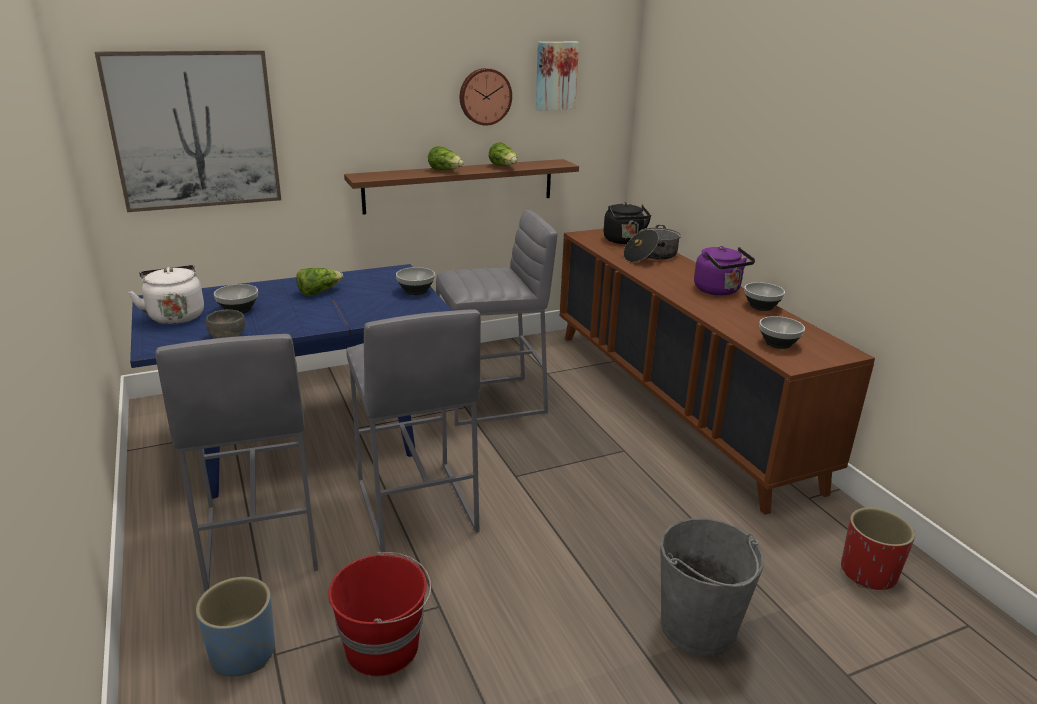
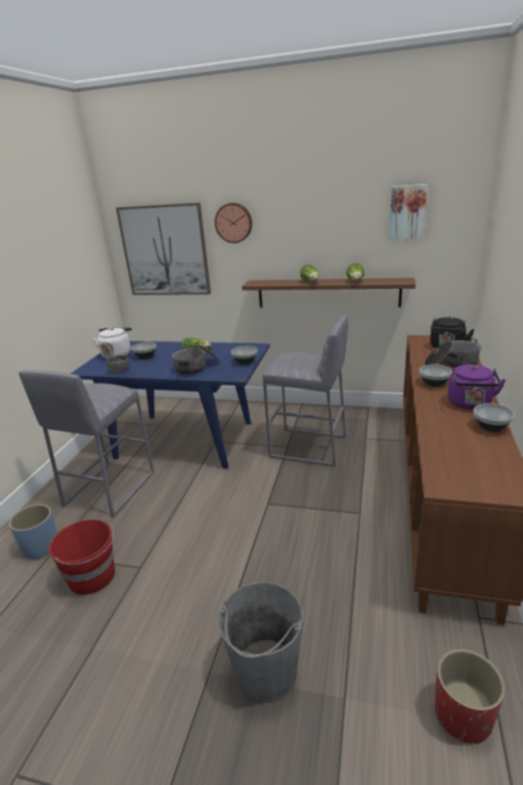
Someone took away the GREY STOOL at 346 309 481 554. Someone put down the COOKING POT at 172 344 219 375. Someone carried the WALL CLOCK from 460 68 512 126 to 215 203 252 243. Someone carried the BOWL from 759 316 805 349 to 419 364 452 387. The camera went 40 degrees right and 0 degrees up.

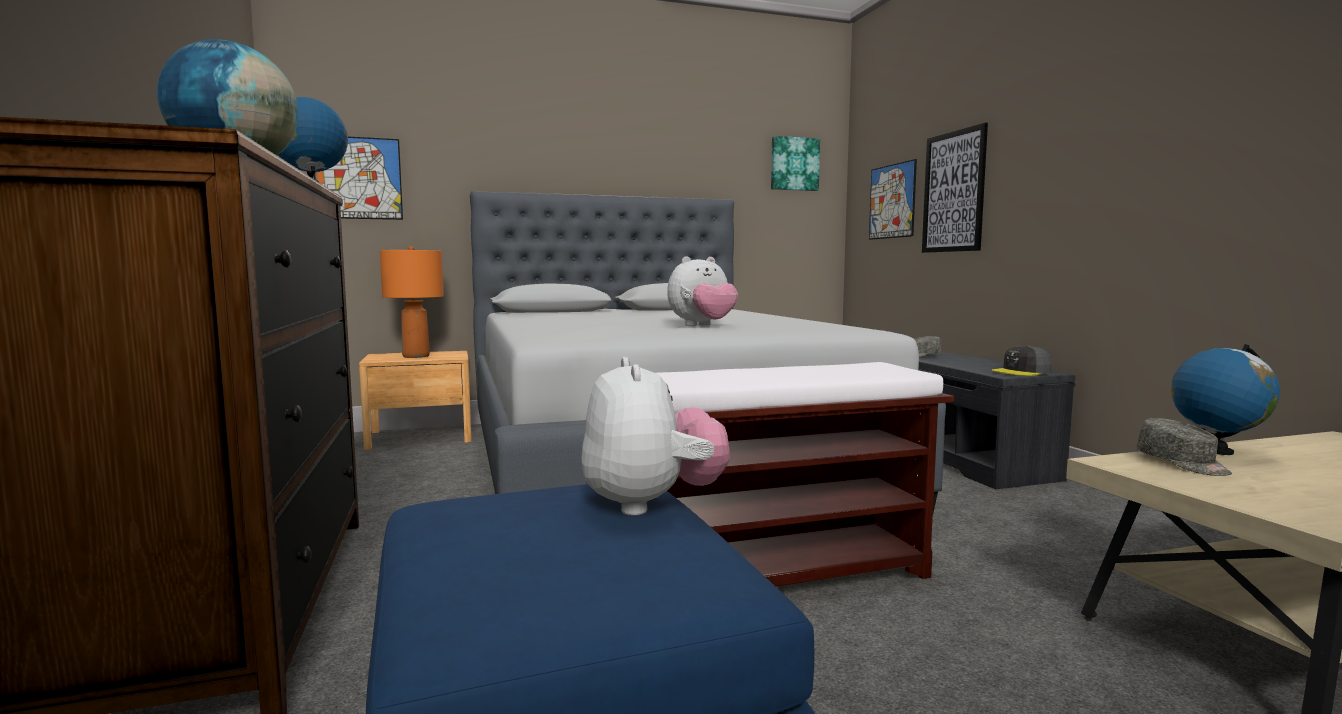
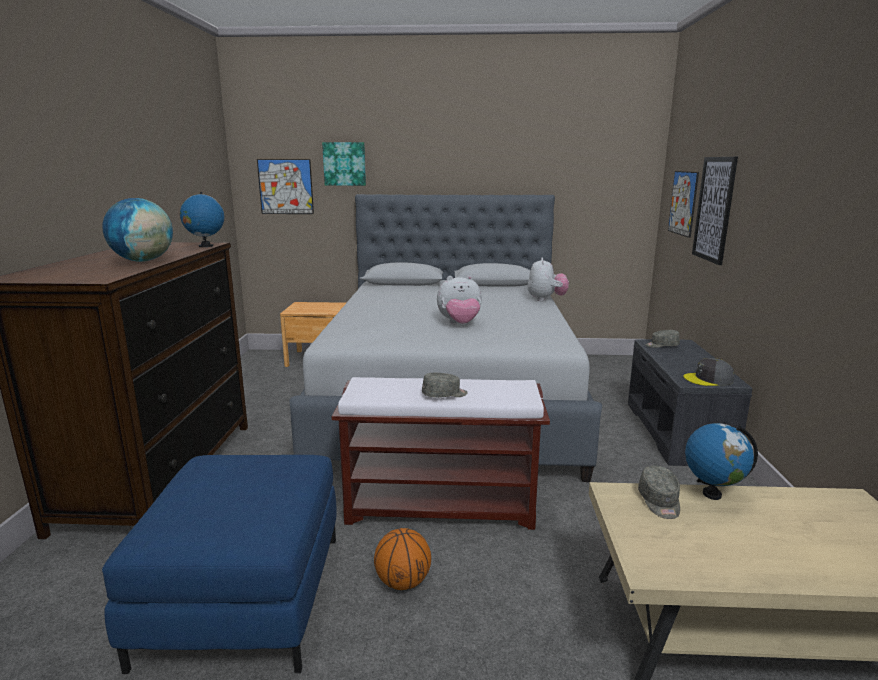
Someone took away the ORANGE TABLE LAMP at 380 246 444 358. Someone put down the BASKETBALL at 374 528 431 590. Someone put down the GREY CAP at 422 373 468 398. Someone carried the PLUSH TOY from 581 357 730 516 to 528 258 569 301. Someone carried the PICTURE from 771 136 820 191 to 322 142 366 186. The camera went 20 degrees right and 10 degrees up.

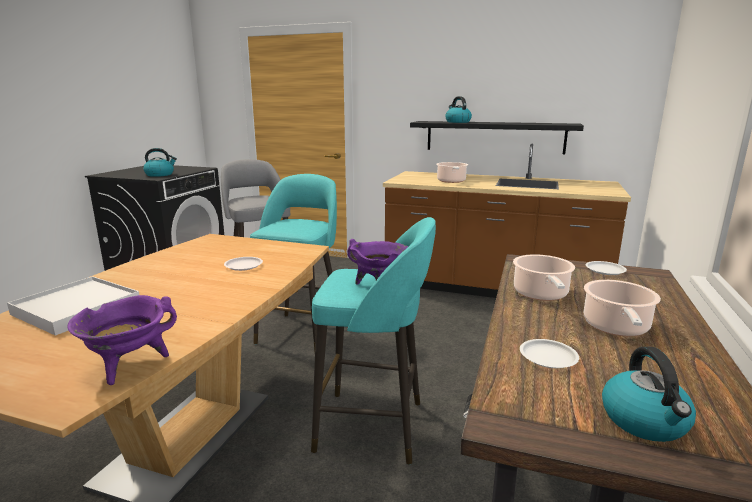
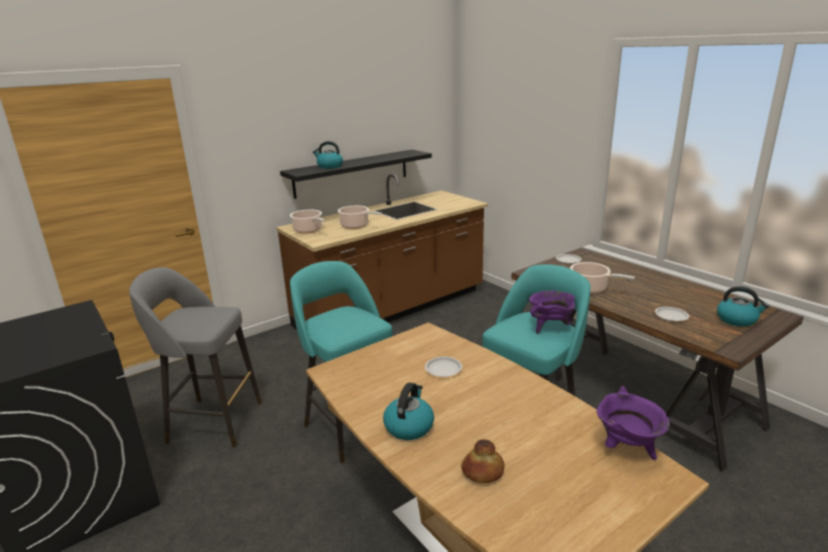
Someone carried the KETTLE from 143 148 177 177 to 383 382 434 440. Someone carried the COOKING POT from 584 280 661 336 to 290 210 325 234. Someone swapped the WHITE TRAY at 7 276 139 336 for the BREAD at 461 439 504 484. The camera went 55 degrees left and 5 degrees up.

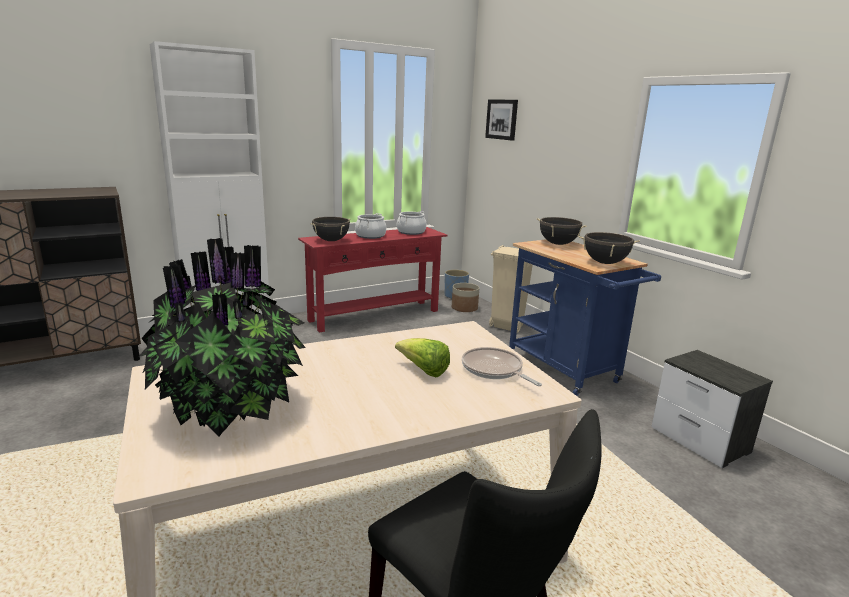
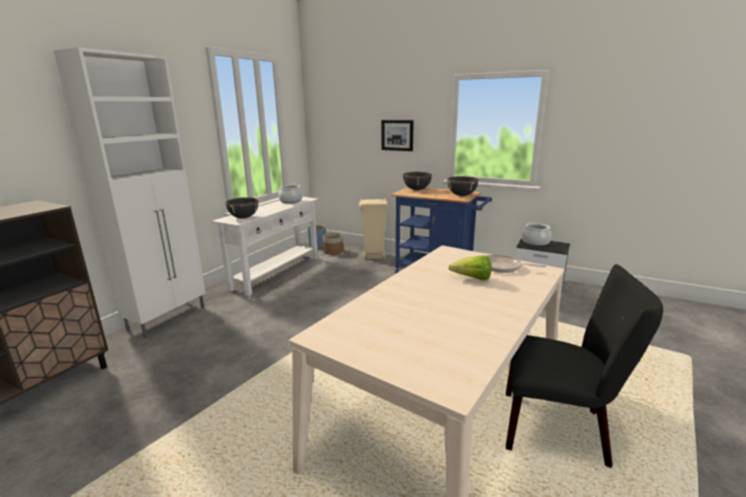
Someone took away the POTTED PLANT at 138 238 306 436. Someone carried the COOKING POT from 355 213 386 239 to 522 222 551 246. Someone carried the PICTURE from 485 99 518 141 to 381 120 414 151. Someone repainted the RED CONSOLE TABLE at 298 227 448 333, which became the WHITE CONSOLE TABLE at 211 197 319 296. The camera went 30 degrees left and 0 degrees up.

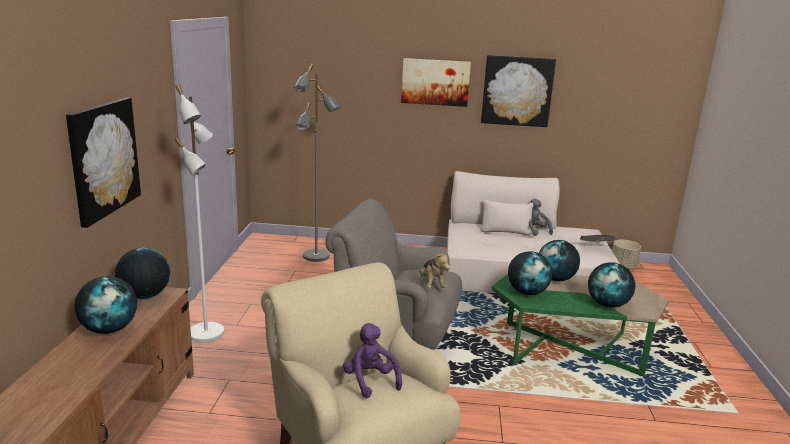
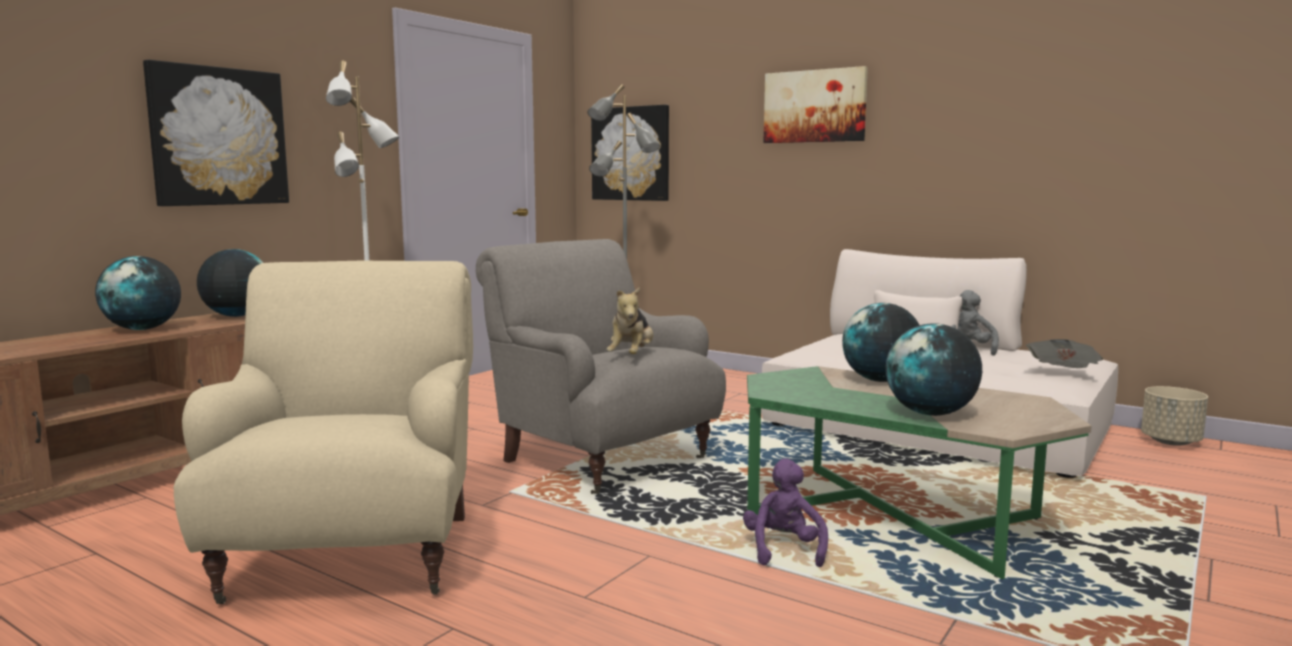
Someone took away the GLOBE at 508 251 552 295. Someone carried the PURPLE PLUSH TOY from 343 323 402 398 to 743 459 828 567. Someone carried the PICTURE from 481 55 556 127 to 591 105 669 201. The camera went 30 degrees right and 10 degrees down.

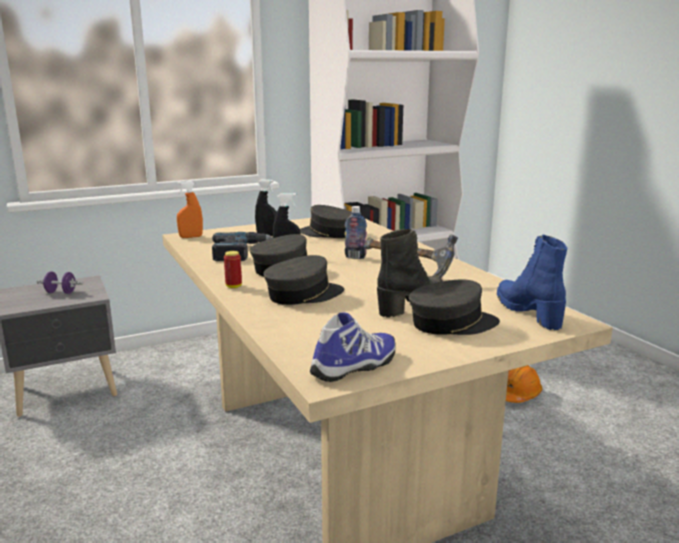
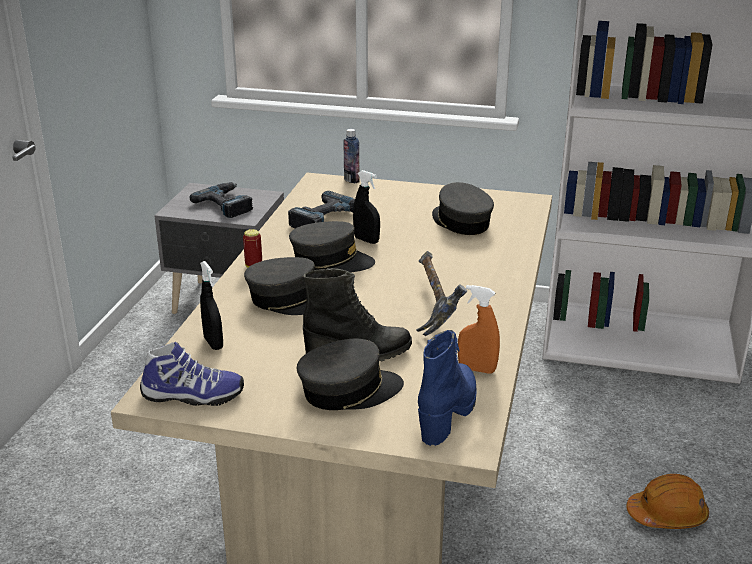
Someone carried the ORANGE SPRAY BOTTLE from 177 181 203 238 to 458 285 500 374. Someone carried the BLACK SPRAY BOTTLE from 255 179 277 236 to 200 261 223 350. Someone carried the BOTTLE from 345 206 367 259 to 343 129 360 184. Someone swapped the PURPLE DUMBBELL at 36 271 83 294 for the POWER DRILL at 190 182 253 218. Someone rotated the GREY CAP at 409 279 500 335 by 45 degrees counterclockwise. The camera went 40 degrees right and 10 degrees up.

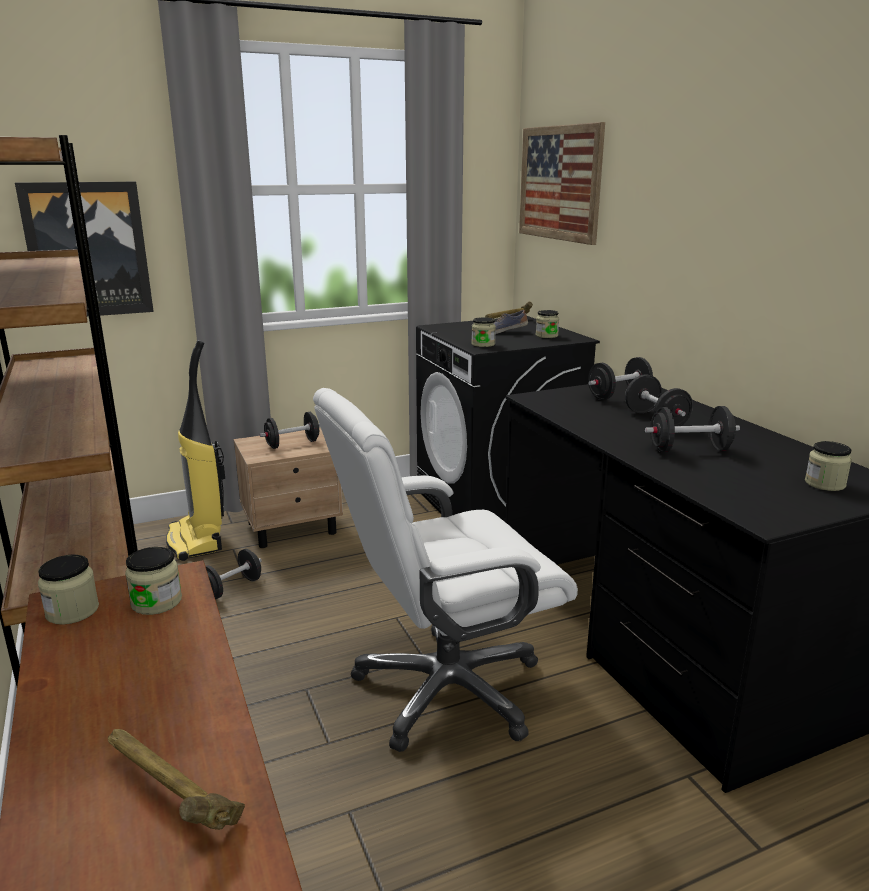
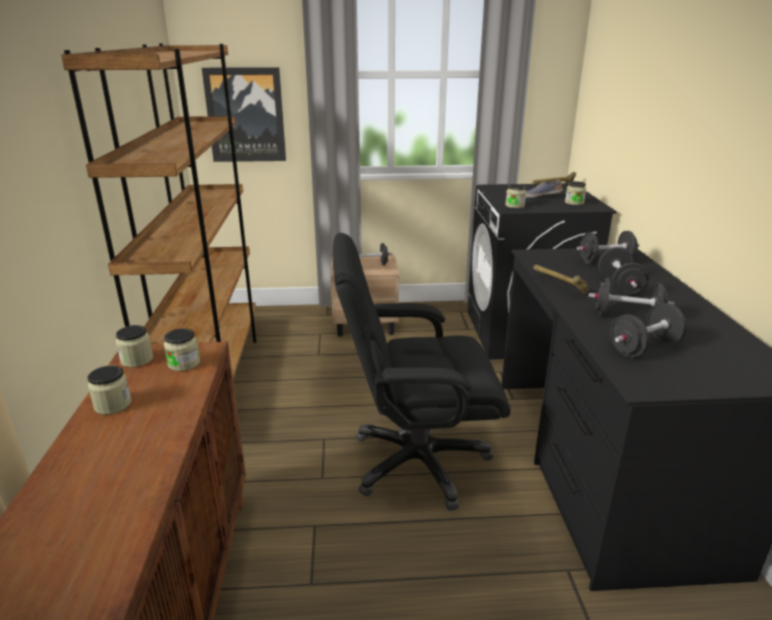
Someone took away the VACUUM CLEANER at 166 340 225 561. Someone took away the PICTURE at 519 122 605 245. Someone carried the HAMMER from 108 729 245 830 to 533 264 589 294. Someone carried the BLACK DUMBBELL from 206 549 262 599 to 610 303 687 357. Someone carried the JAR from 805 441 852 491 to 88 365 131 415. Someone repainted the WHITE OFFICE CHAIR at 313 388 578 752, which became the BLACK OFFICE CHAIR at 333 233 510 511. The camera went 20 degrees right and 5 degrees up.

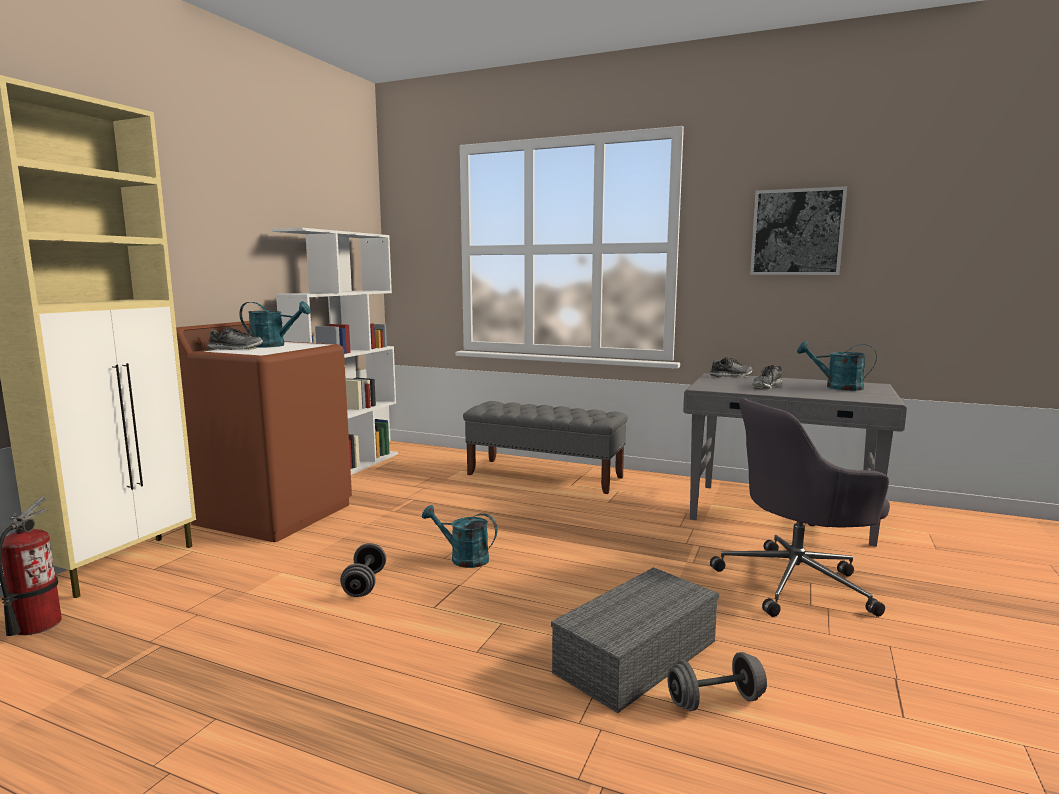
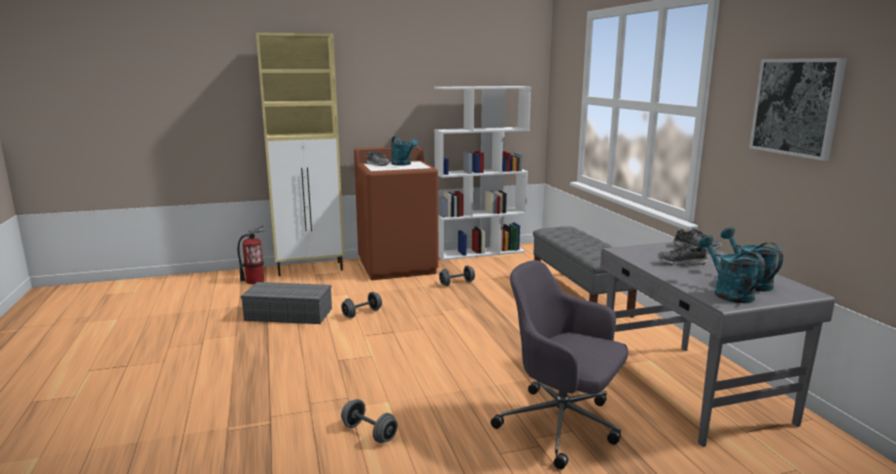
Someone put down the GREY DUMBBELL at 439 265 475 286. Someone carried the TURQUOISE WATERING CAN from 422 505 497 568 to 699 235 765 303. Someone carried the GREY STORAGE BOX from 551 567 719 713 to 241 282 332 324. The camera went 50 degrees right and 5 degrees up.

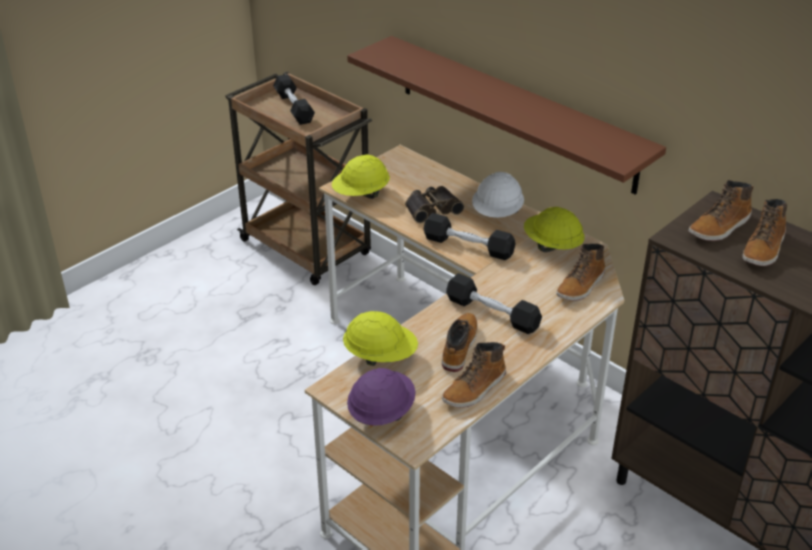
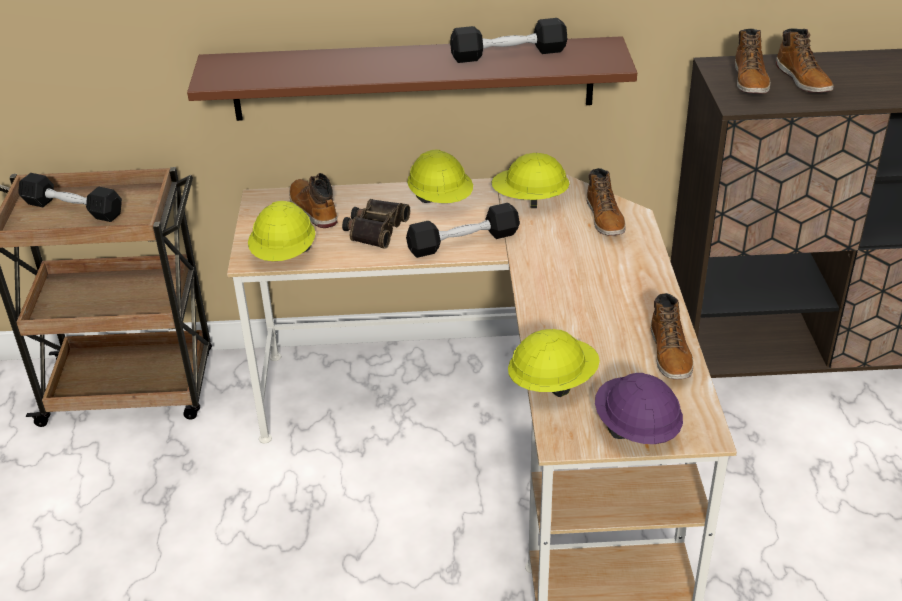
Someone carried the BOOT from 442 313 478 372 to 289 173 338 228. Someone carried the BLACK DUMBBELL from 446 273 542 334 to 450 18 567 63. Someone repainted the WHITE HARD HAT at 472 172 524 218, which became the YELLOW HARD HAT at 407 150 473 203. The camera went 45 degrees left and 0 degrees up.

